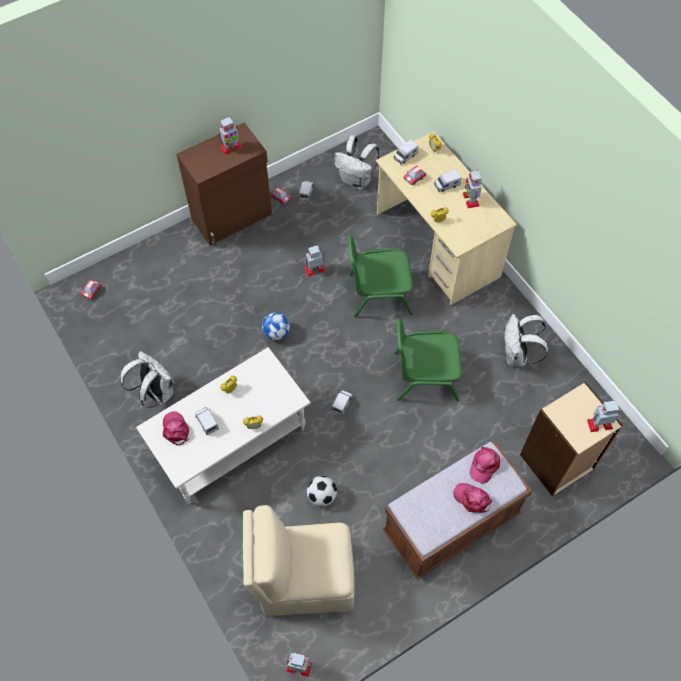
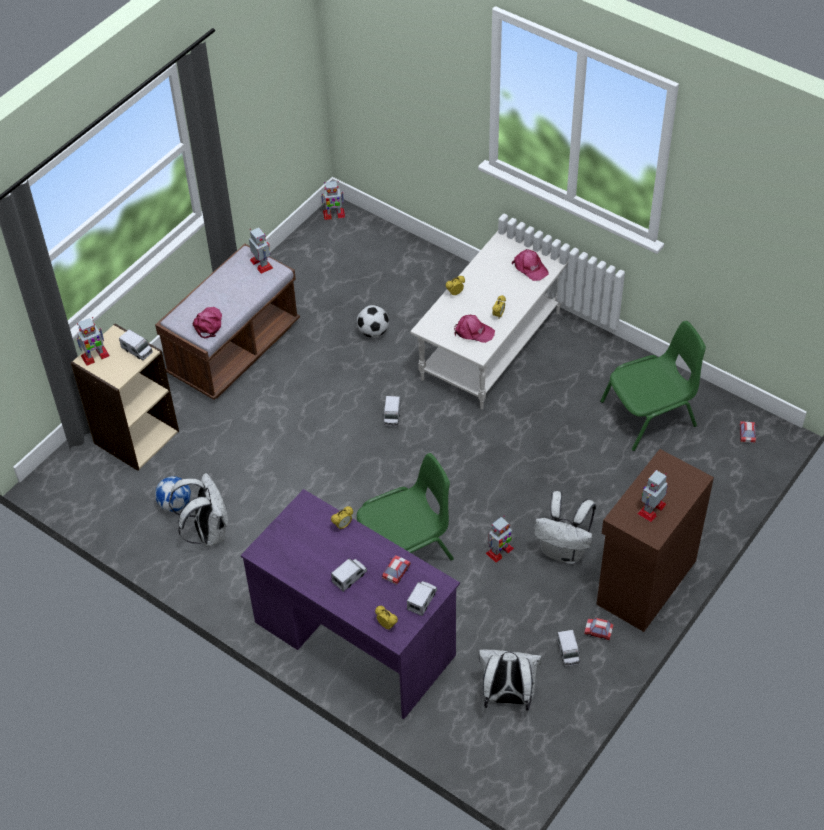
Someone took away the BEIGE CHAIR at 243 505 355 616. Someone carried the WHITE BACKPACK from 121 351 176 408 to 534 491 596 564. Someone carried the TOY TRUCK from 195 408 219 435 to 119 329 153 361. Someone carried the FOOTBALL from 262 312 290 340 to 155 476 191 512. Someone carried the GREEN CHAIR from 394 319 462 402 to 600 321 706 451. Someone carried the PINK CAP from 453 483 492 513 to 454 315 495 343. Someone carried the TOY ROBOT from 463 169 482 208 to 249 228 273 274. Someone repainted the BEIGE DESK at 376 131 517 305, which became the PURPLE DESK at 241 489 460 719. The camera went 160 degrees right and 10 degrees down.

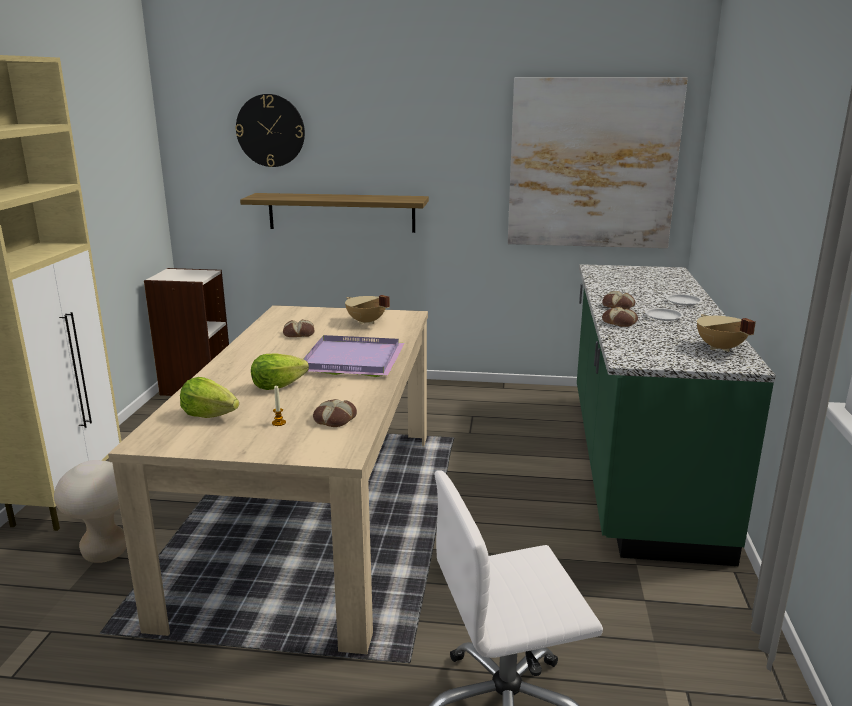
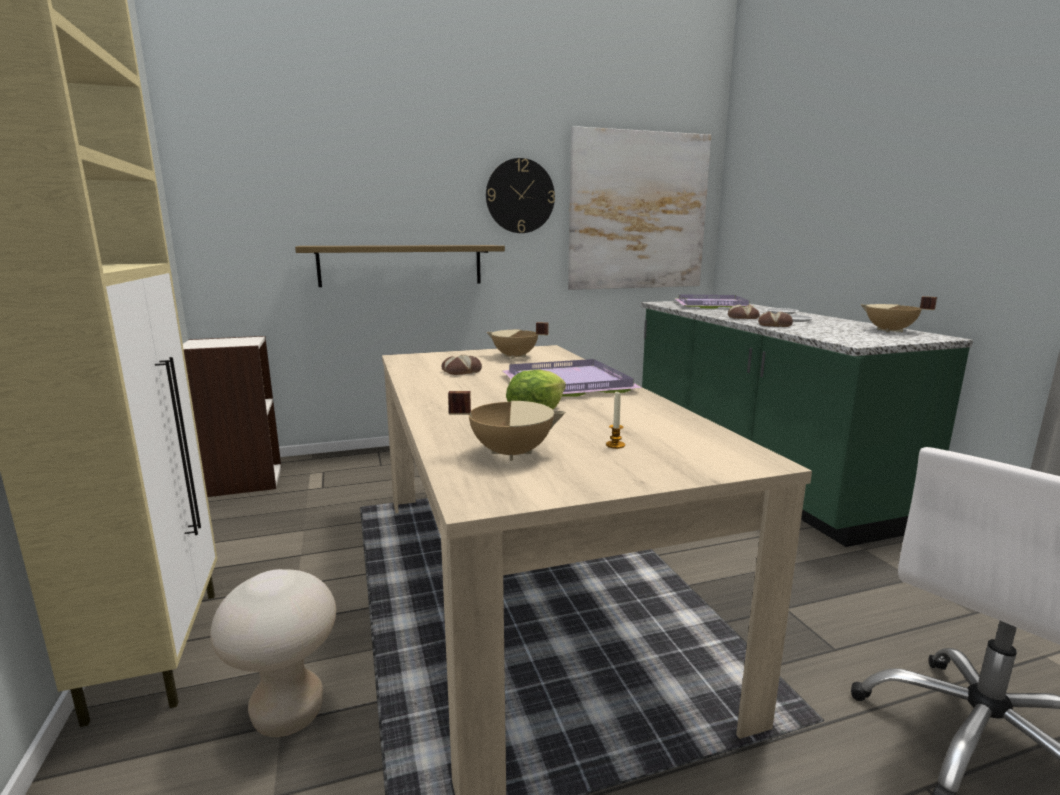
Someone took away the BREAD at 313 399 357 427. Someone put down the PURPLE TRAY at 674 294 753 309. Someone carried the WALL CLOCK from 235 94 305 167 to 486 158 555 233. Someone swapped the LETTUCE at 180 377 239 418 for the BEIGE COOKING POT at 448 391 566 461. The camera went 25 degrees left and 5 degrees down.

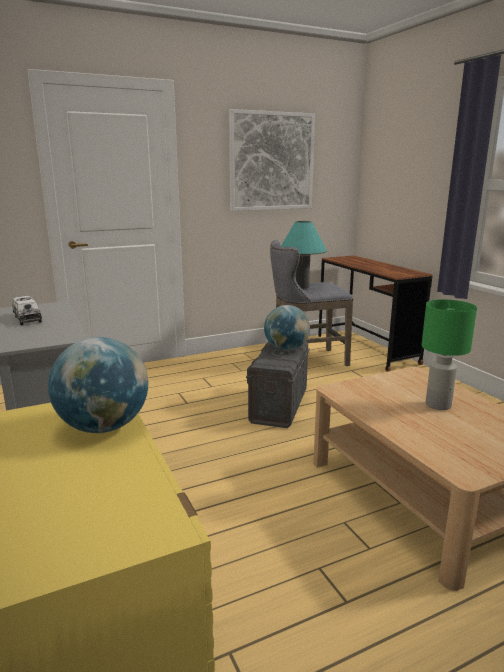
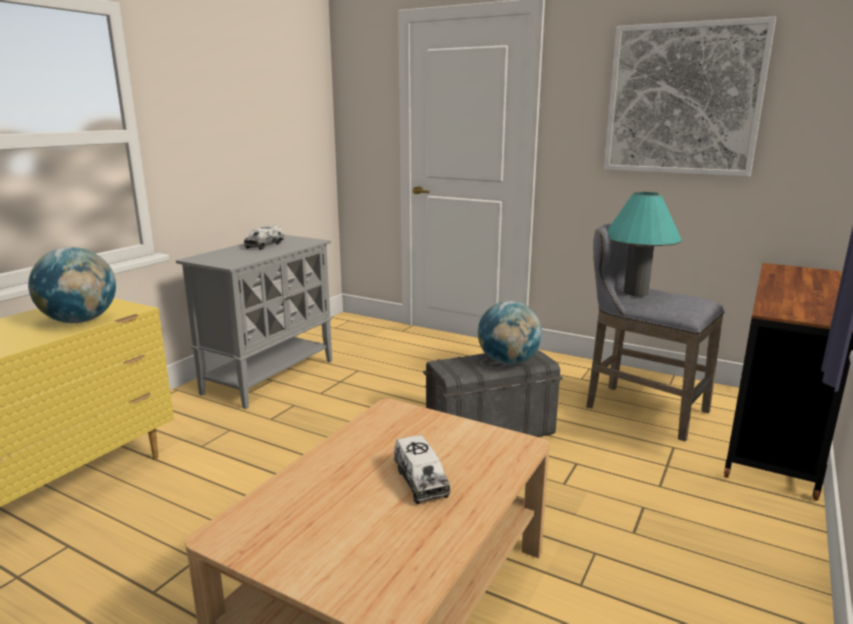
Someone swapped the GREEN TABLE LAMP at 422 299 477 410 for the TOY TRUCK at 394 435 450 504. The camera went 55 degrees right and 0 degrees up.

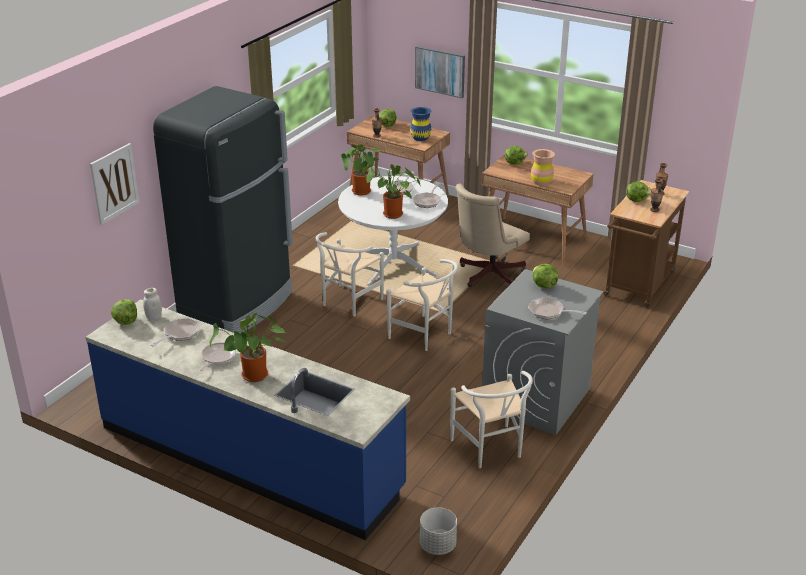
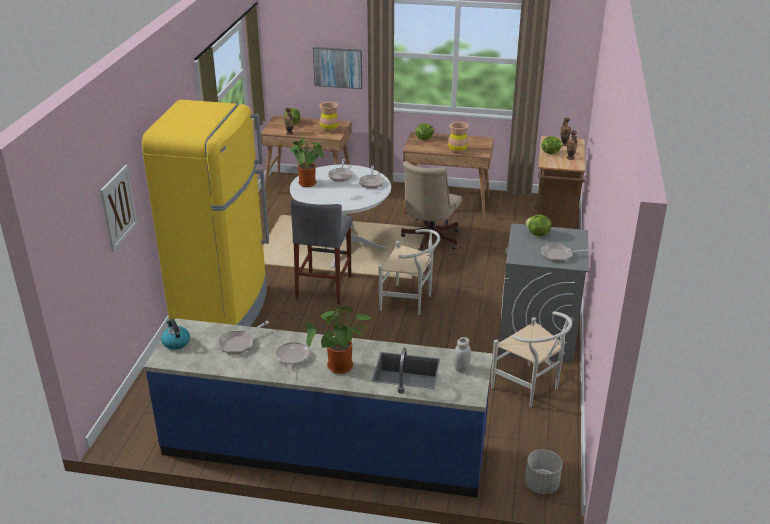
Someone took away the POTTED PLANT at 362 159 421 219. Someone carried the WHITE JAR from 143 288 162 320 to 454 337 471 372. Someone swapped the LETTUCE at 111 299 137 325 for the KETTLE at 161 319 190 350. Someone swapped the WHITE CHAIR at 315 232 384 317 for the GREY STOOL at 291 200 353 304. Someone repainted the BLACK FRIDGE at 153 86 293 334, which became the YELLOW FRIDGE at 142 100 269 327. Someone repainted the BLUE VASE at 410 107 431 141, which became the BROWN VASE at 319 102 339 133. Someone rotated the FRYING PAN at 150 318 199 347 by 150 degrees counterclockwise. The camera went 20 degrees left and 0 degrees up.

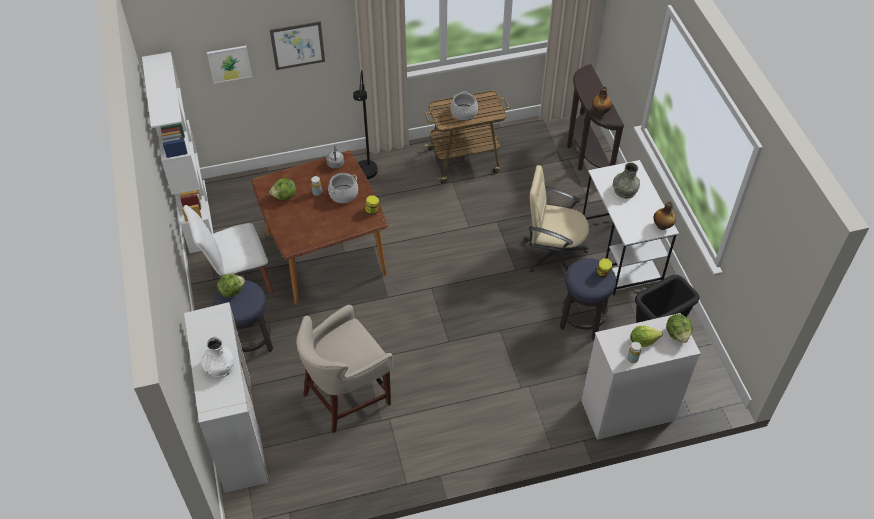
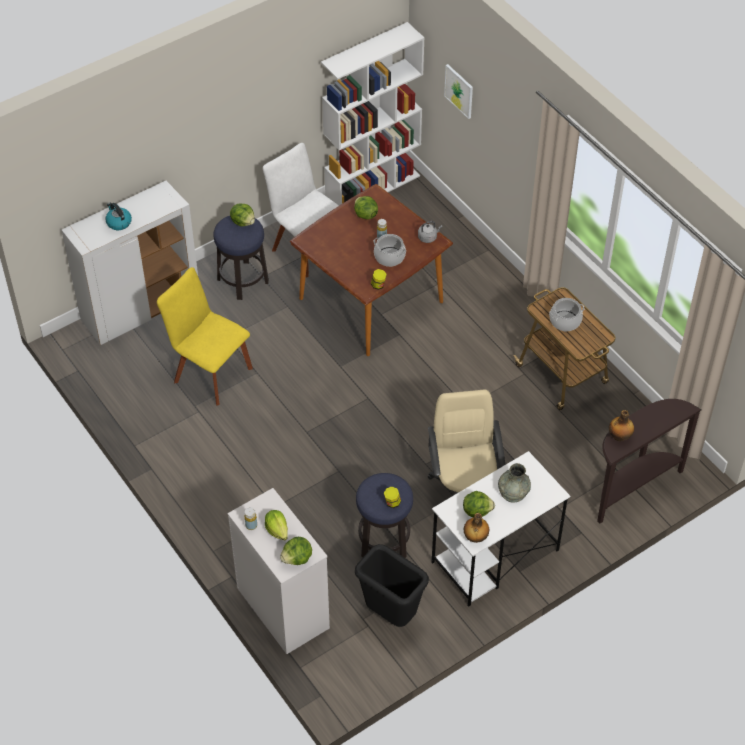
Someone took away the PICTURE at 270 21 325 70. Someone took away the BLACK FLOOR LAMP at 353 70 378 179. Someone put down the LETTUCE at 463 491 495 517. Someone swapped the WHITE VASE at 201 337 234 378 for the KETTLE at 105 203 132 230. Someone swapped the BEIGE STOOL at 296 305 393 433 for the YELLOW CHAIR at 157 267 253 406. The camera went 70 degrees right and 0 degrees up.

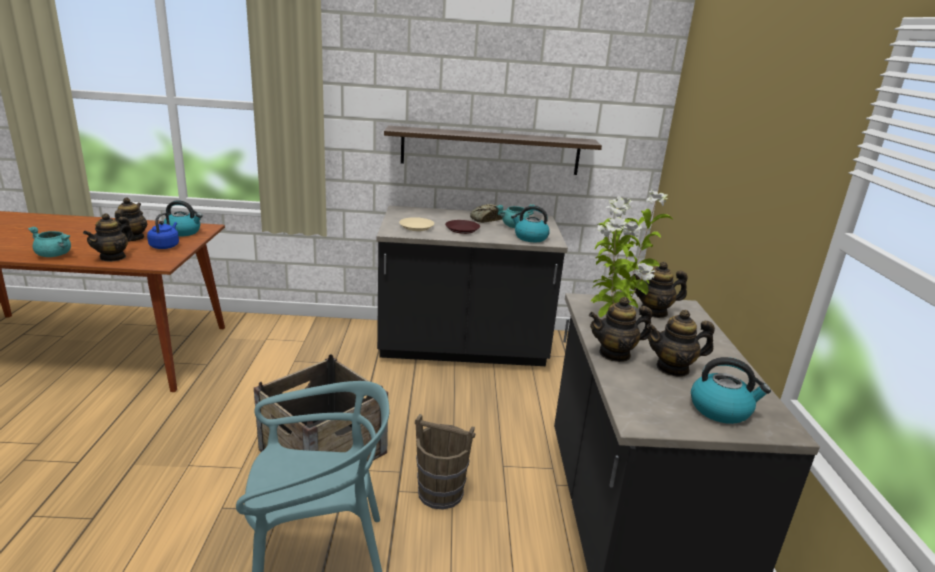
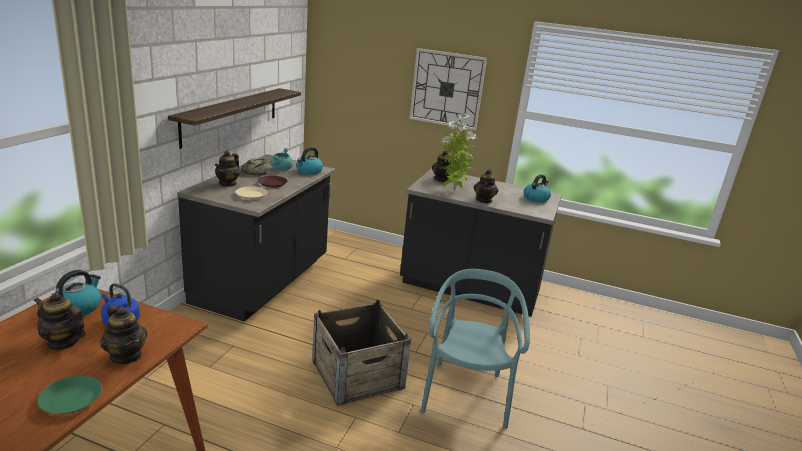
Someone took away the BROWN BUCKET at 415 414 475 510. Someone put up the WALL CLOCK at 410 48 487 131. Someone carried the TEAPOT from 646 310 715 377 to 215 151 240 187. Someone swapped the TURQUOISE COOKING POT at 28 227 71 257 for the GREEN PLATE at 37 376 102 414. The camera went 70 degrees left and 0 degrees up.

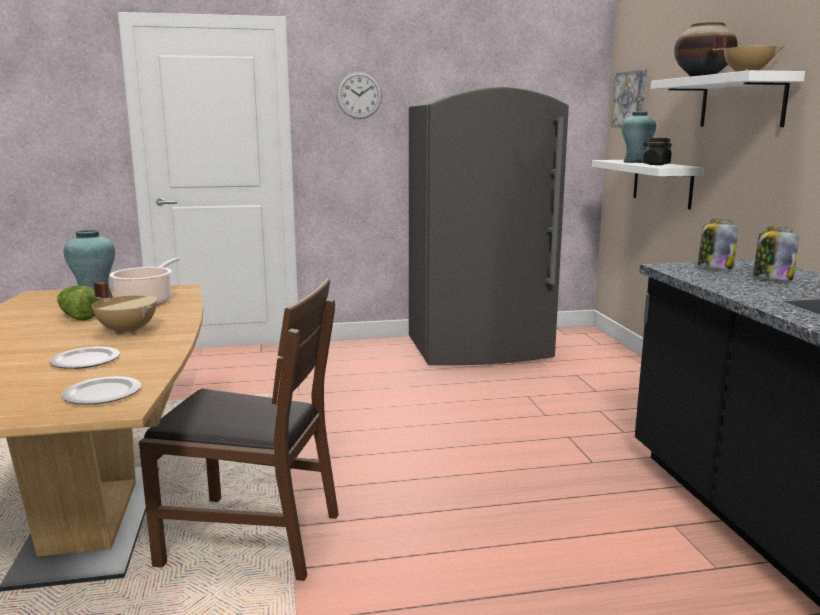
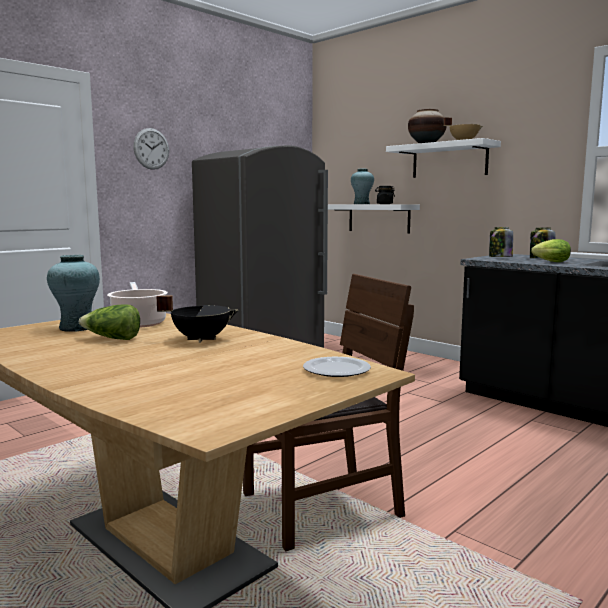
Someone took away the PLATE at 49 347 120 369. Someone took away the PICTURE at 611 70 647 128. Someone put down the LETTUCE at 531 239 571 262. Someone repainted the BEIGE COOKING POT at 92 282 157 335, which became the BLACK COOKING POT at 157 296 238 343. The camera went 35 degrees left and 5 degrees down.

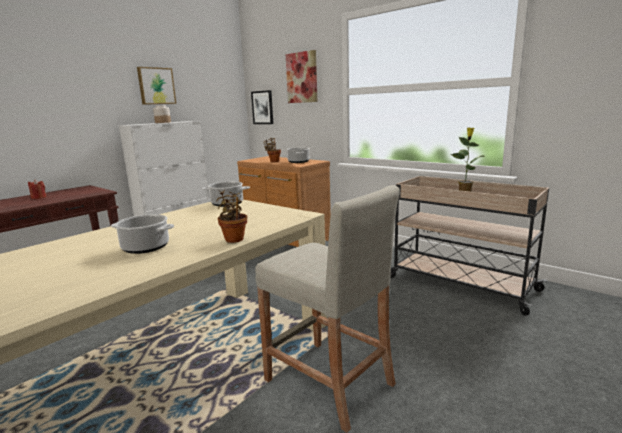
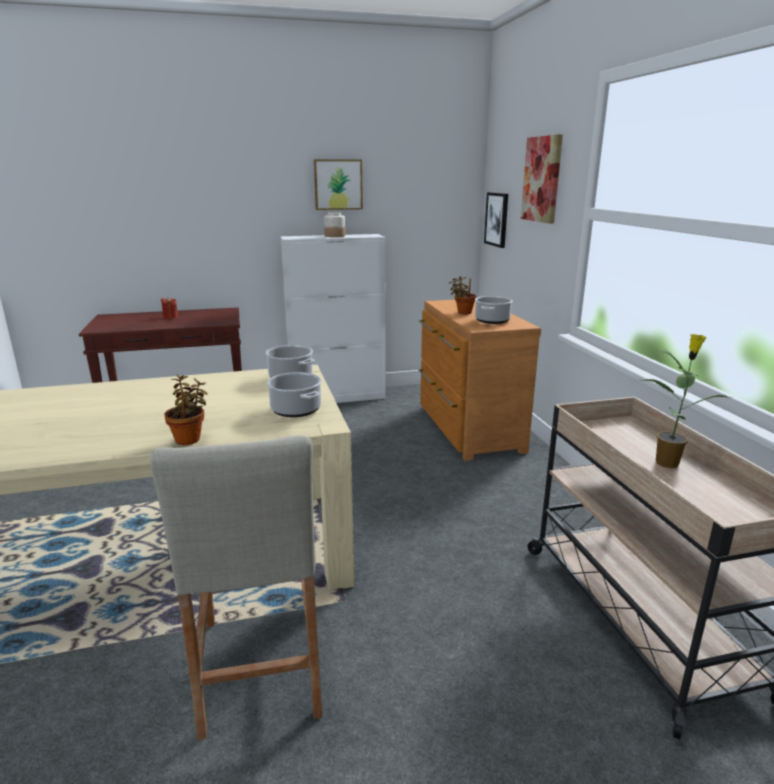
Someone carried the COOKING POT from 111 214 174 254 to 267 372 322 417. The camera went 35 degrees right and 5 degrees up.

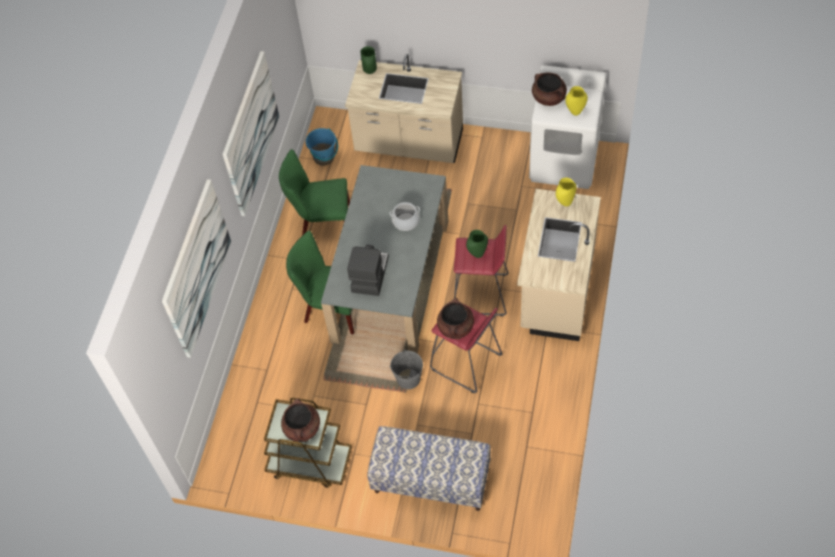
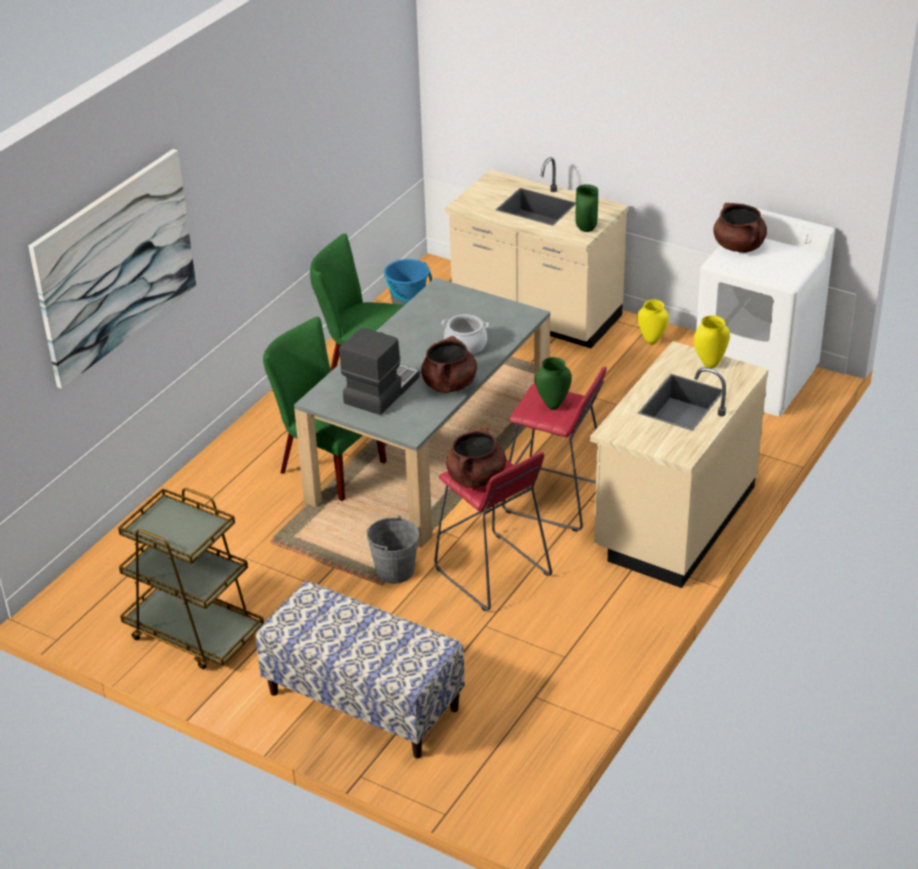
Someone took away the PICTURE at 223 51 279 216. Someone carried the BROWN COOKING POT from 281 398 320 442 to 421 336 477 393. Someone carried the GREEN VASE from 360 46 377 74 to 576 184 598 232. Someone carried the YELLOW VASE from 565 86 588 116 to 637 299 669 345. The camera went 15 degrees right and 20 degrees down.

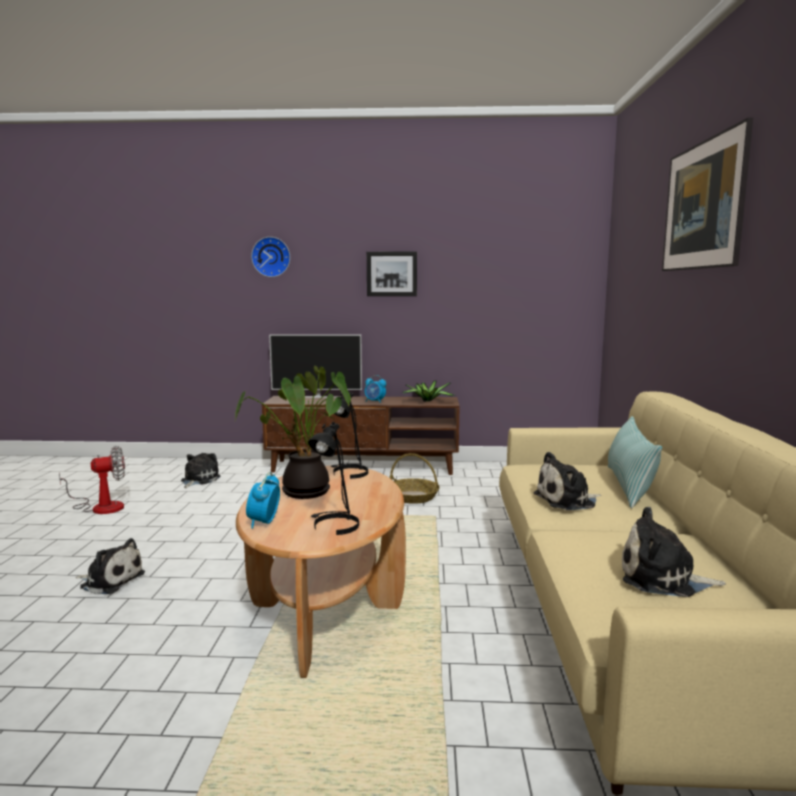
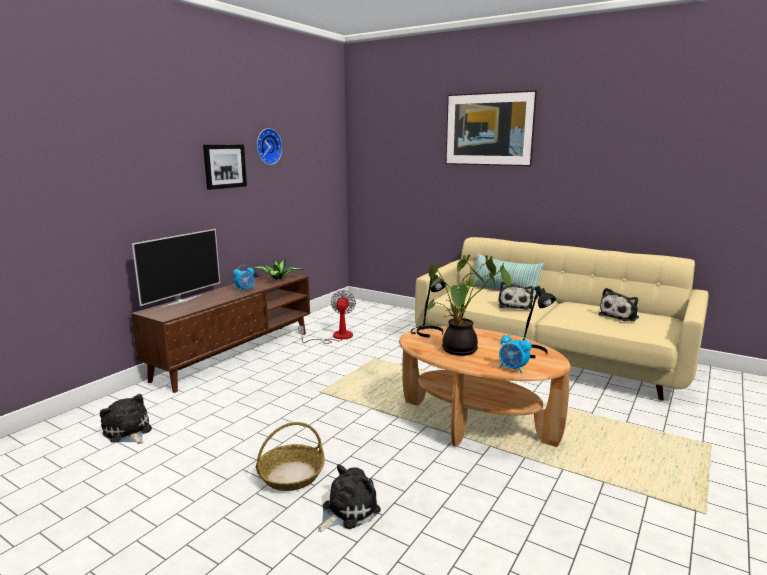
Someone carried the FAN from 59 446 125 514 to 298 290 356 344. Someone carried the WALL CLOCK from 251 237 290 277 to 257 128 282 165. Someone carried the BASKET from 389 453 440 504 to 256 422 325 491. The camera went 60 degrees left and 5 degrees up.

